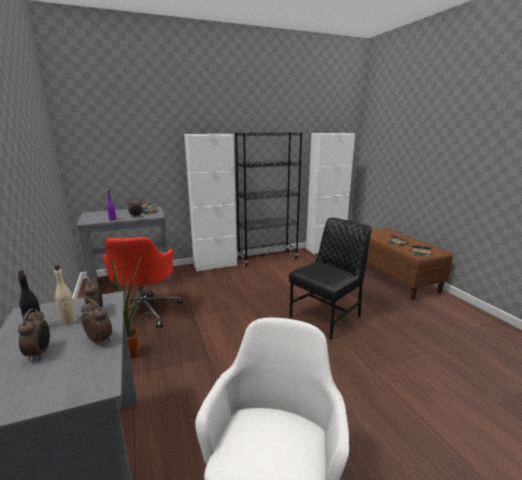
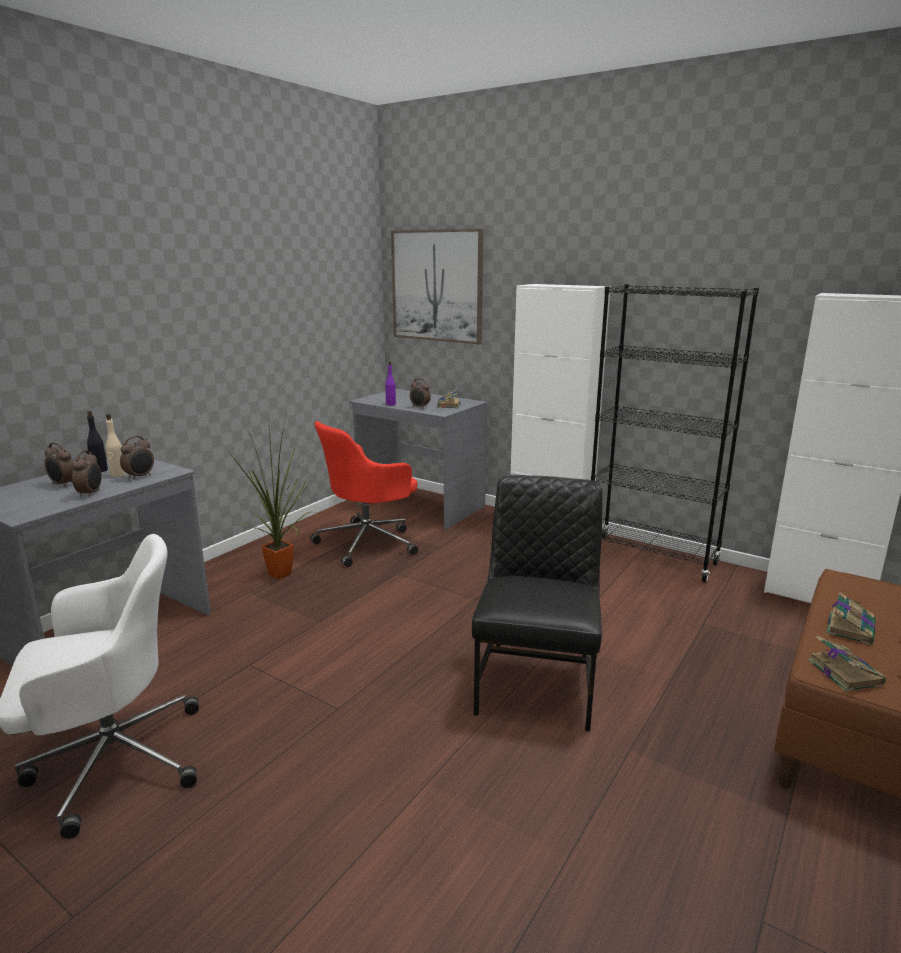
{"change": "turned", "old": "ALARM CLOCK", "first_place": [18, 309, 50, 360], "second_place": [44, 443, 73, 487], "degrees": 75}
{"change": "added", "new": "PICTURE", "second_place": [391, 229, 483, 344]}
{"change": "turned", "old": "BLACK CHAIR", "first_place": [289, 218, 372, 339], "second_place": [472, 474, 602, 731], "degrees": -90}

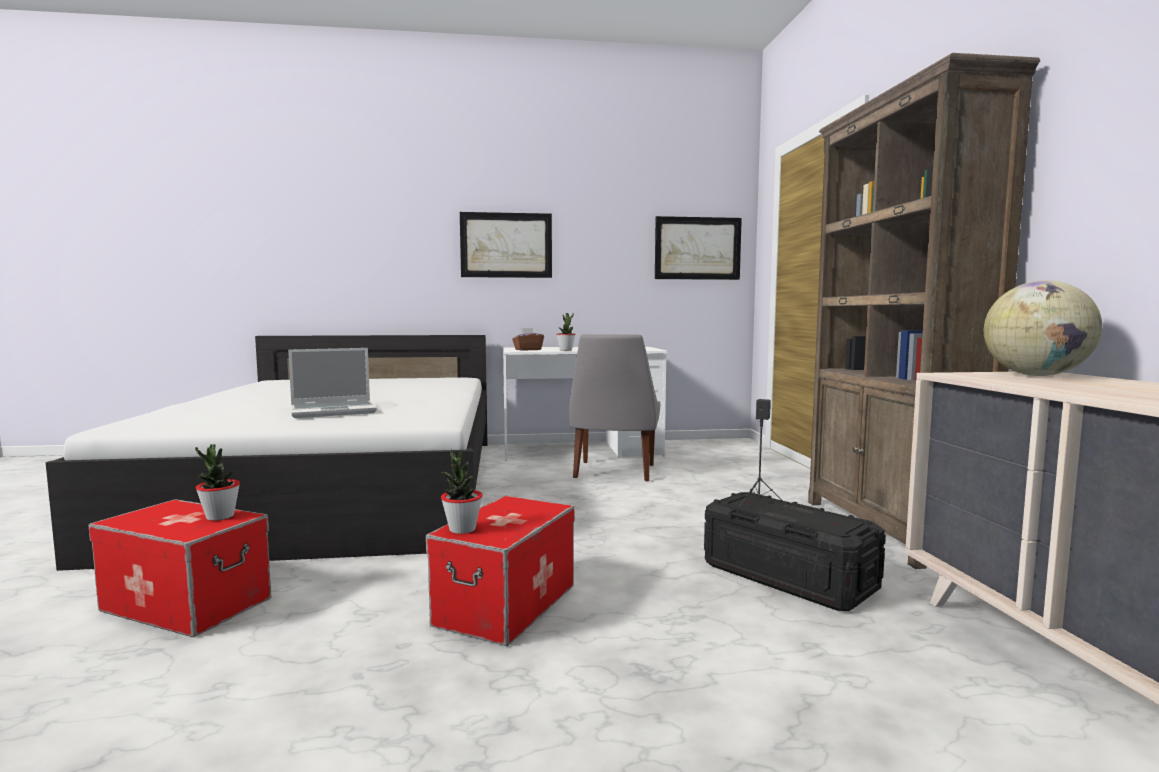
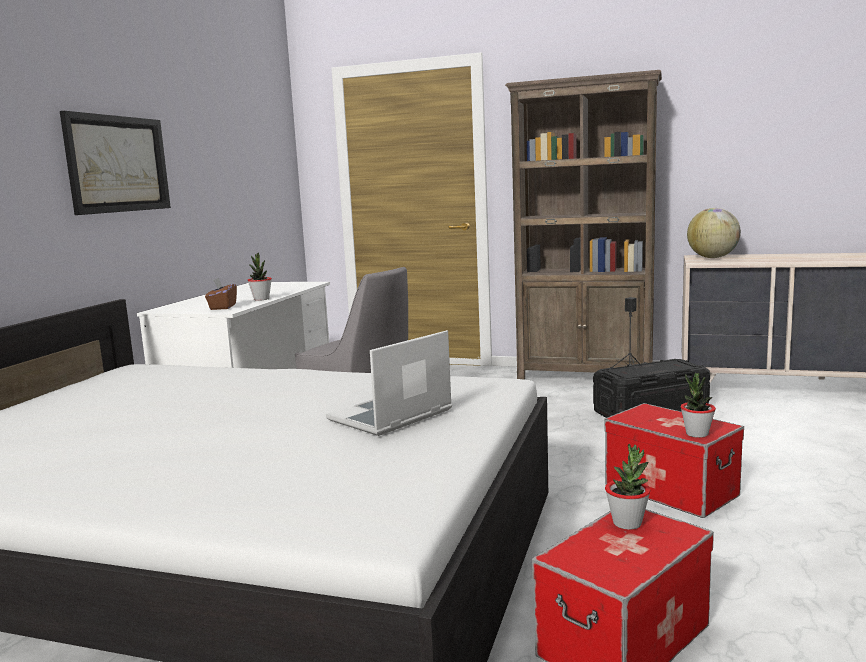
{"change": "turned", "old": "LAPTOP", "first_place": [288, 348, 377, 418], "second_place": [326, 330, 452, 436], "degrees": -135}
{"change": "removed", "old": "PICTURE", "first_place": [655, 216, 742, 280]}

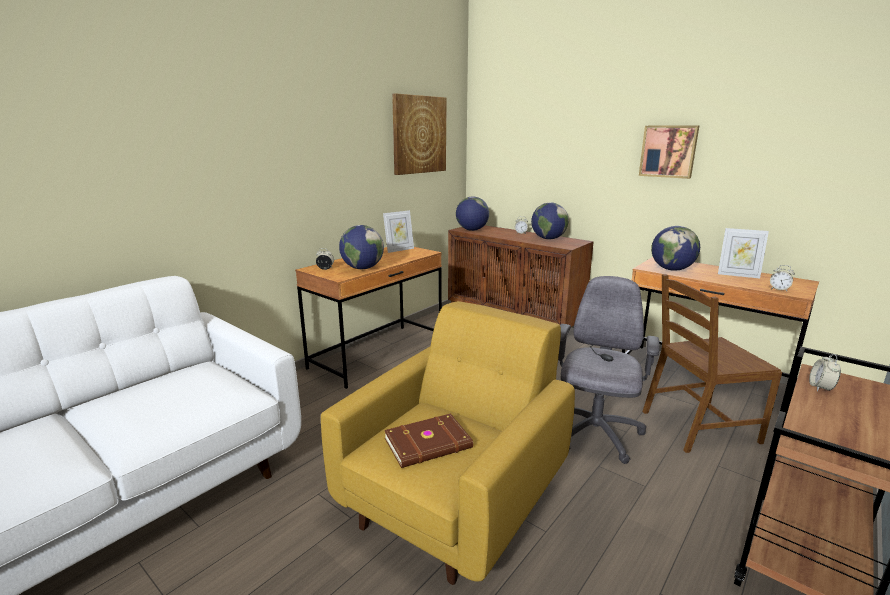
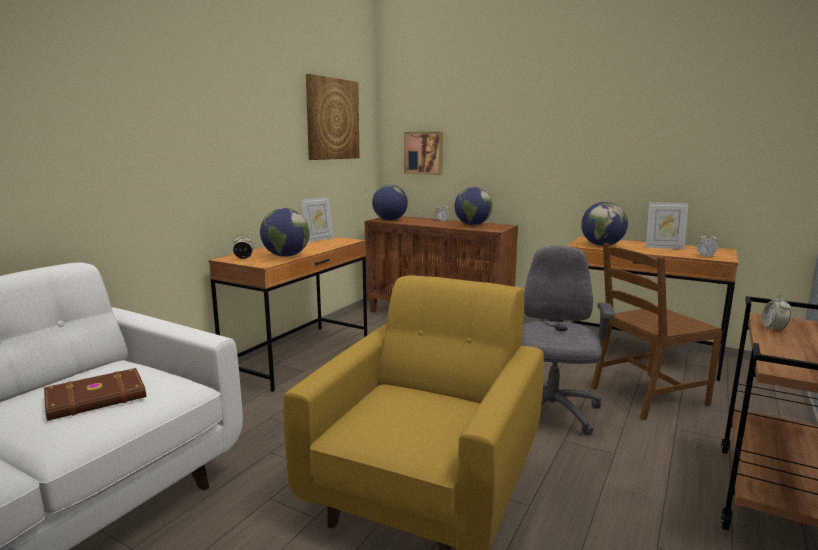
{"change": "moved", "old": "BROWN BOOK", "first_place": [384, 413, 473, 468], "second_place": [44, 368, 146, 421]}
{"change": "moved", "old": "PICTURE", "first_place": [639, 126, 699, 179], "second_place": [404, 132, 443, 175]}

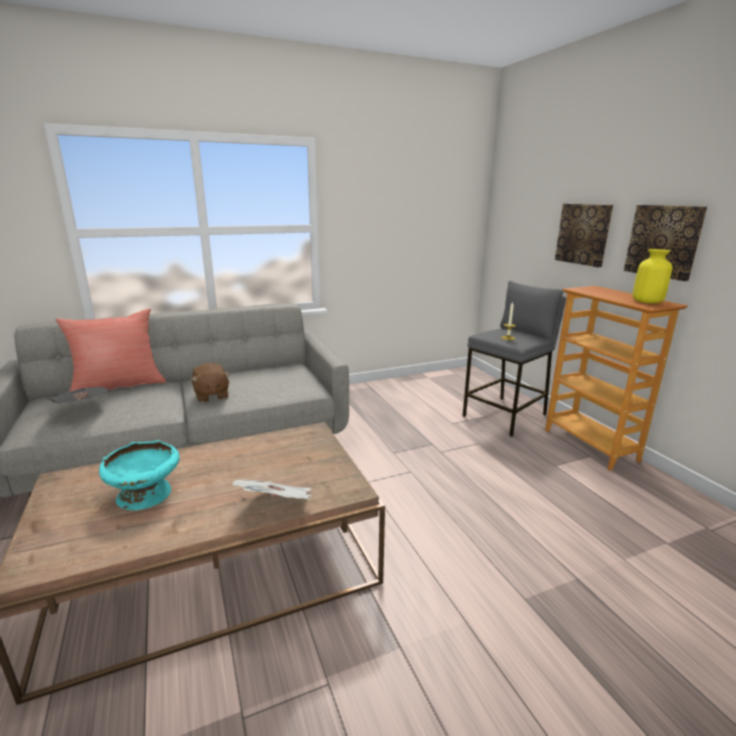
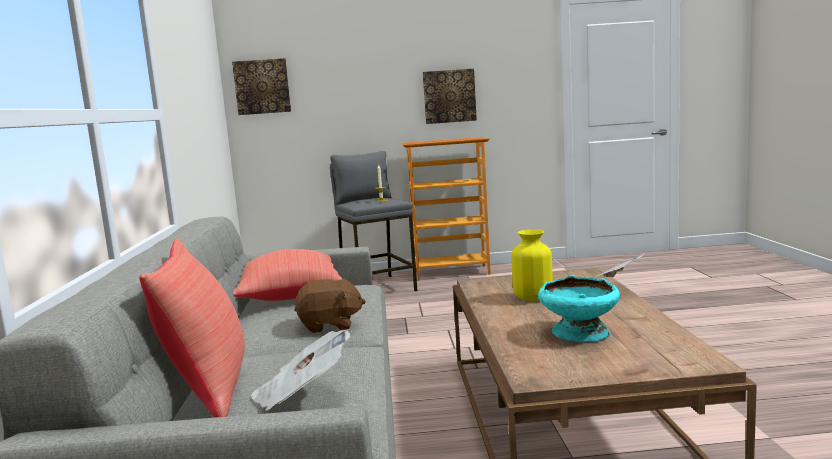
{"change": "moved", "old": "PICTURE", "first_place": [555, 204, 613, 267], "second_place": [232, 58, 291, 115]}
{"change": "added", "new": "RED PILLOW", "second_place": [233, 249, 342, 301]}
{"change": "moved", "old": "YELLOW VASE", "first_place": [633, 249, 673, 303], "second_place": [512, 229, 553, 301]}

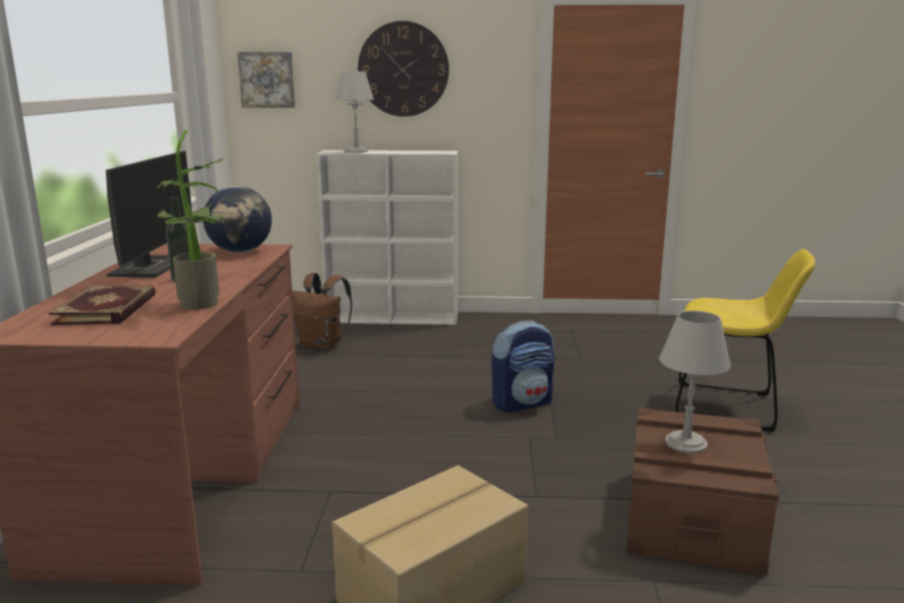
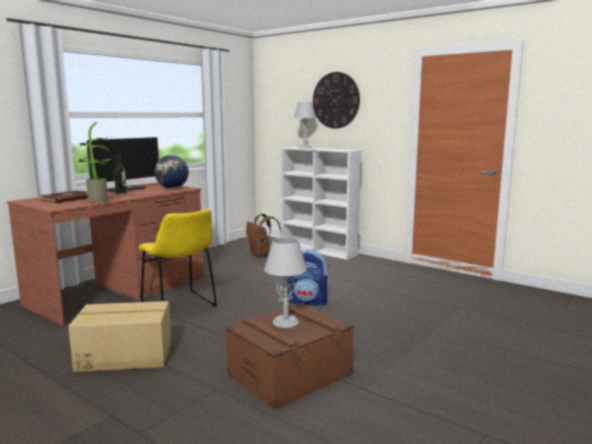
{"change": "moved", "old": "YELLOW CHAIR", "first_place": [675, 249, 816, 431], "second_place": [138, 209, 217, 307]}
{"change": "removed", "old": "PICTURE", "first_place": [238, 52, 295, 108]}

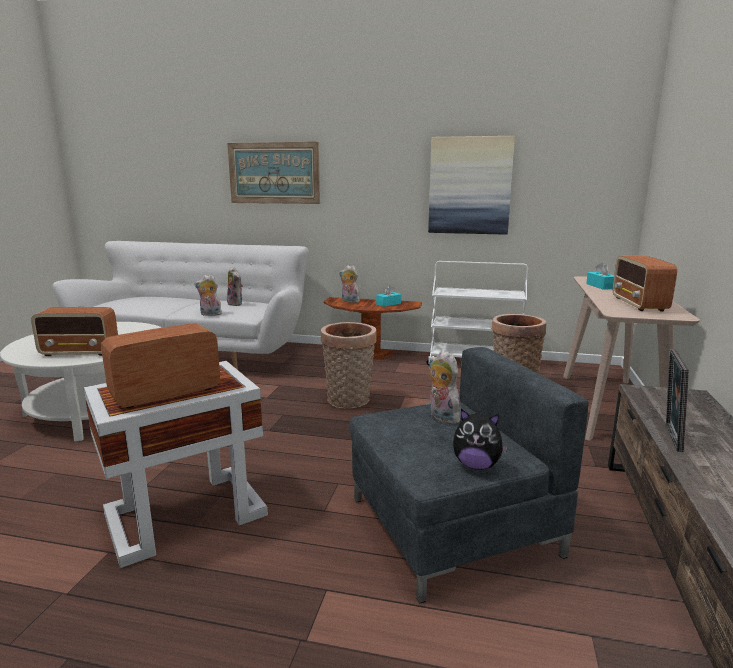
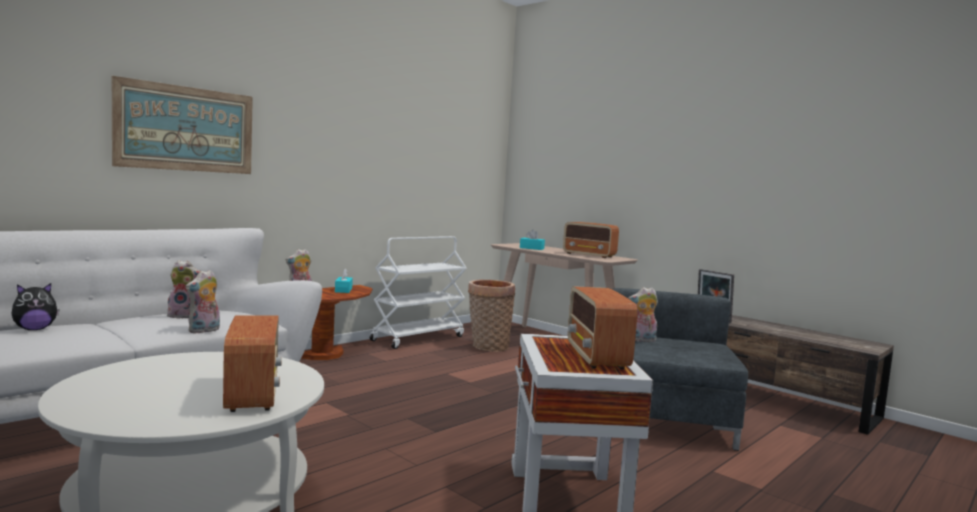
{"change": "moved", "old": "PLUSH TOY", "first_place": [453, 409, 508, 470], "second_place": [11, 283, 60, 330]}
{"change": "turned", "old": "RADIO", "first_place": [31, 307, 118, 356], "second_place": [223, 316, 282, 412], "degrees": -45}
{"change": "removed", "old": "BASKET", "first_place": [321, 322, 377, 408]}
{"change": "removed", "old": "PICTURE", "first_place": [428, 136, 515, 235]}

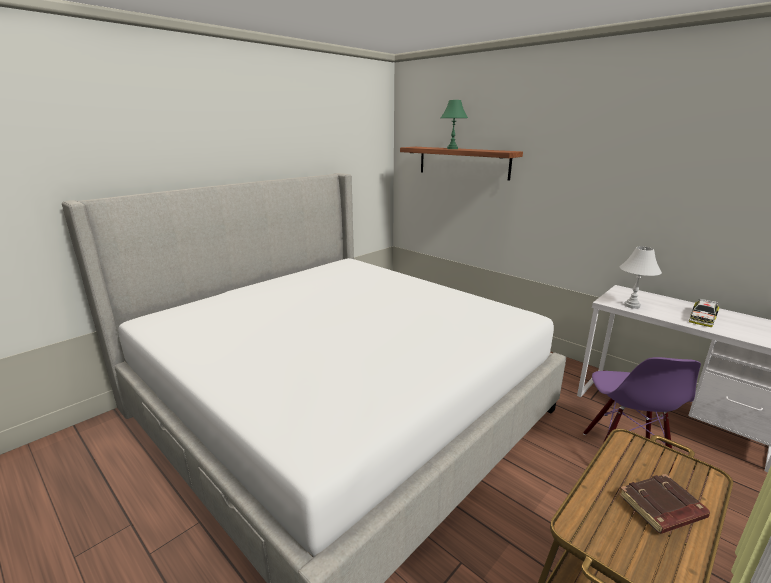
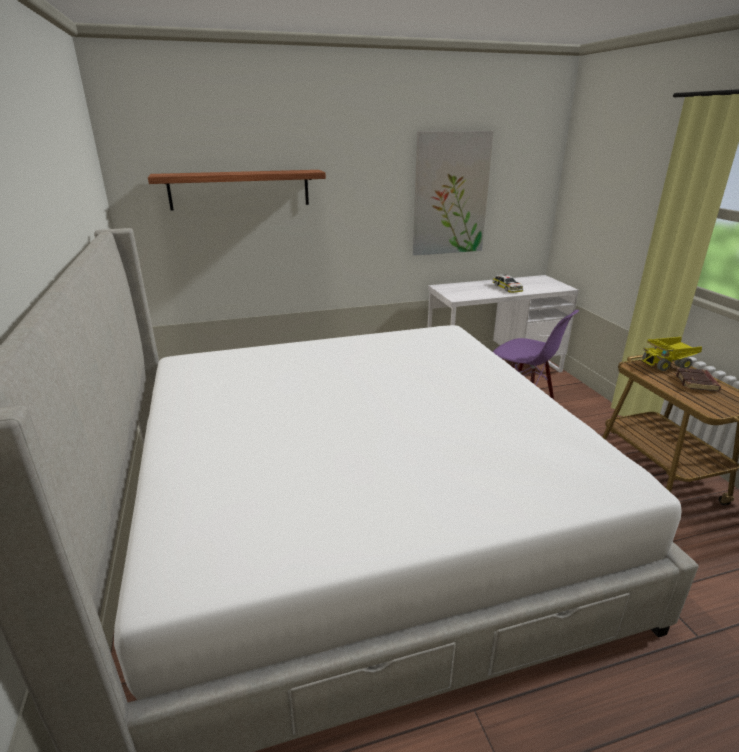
{"change": "added", "new": "PICTURE", "second_place": [413, 131, 494, 256]}
{"change": "added", "new": "TOY TRUCK", "second_place": [642, 337, 702, 371]}
{"change": "removed", "old": "GREEN TABLE LAMP", "first_place": [441, 100, 468, 149]}
{"change": "removed", "old": "WHITE TABLE LAMP", "first_place": [620, 246, 662, 309]}

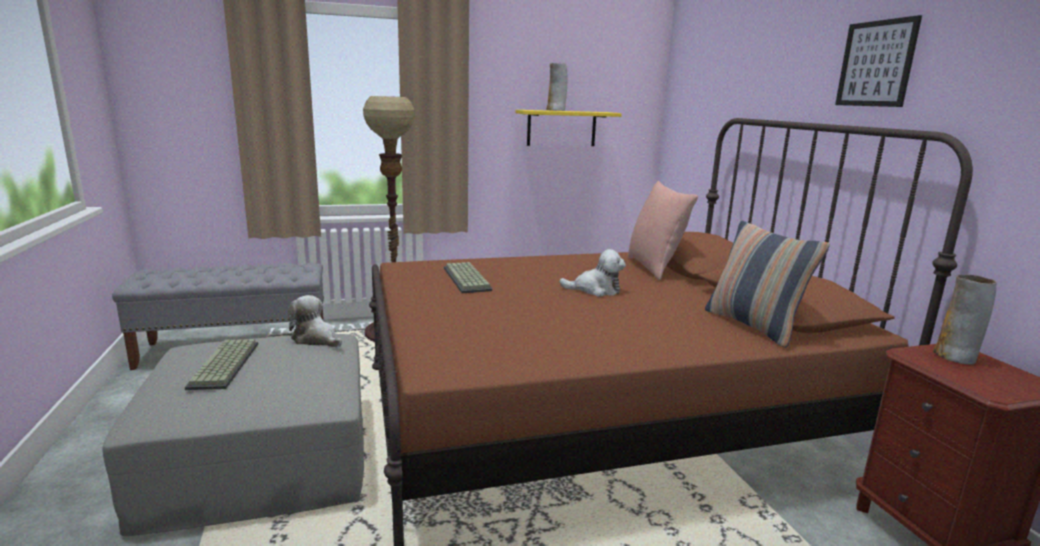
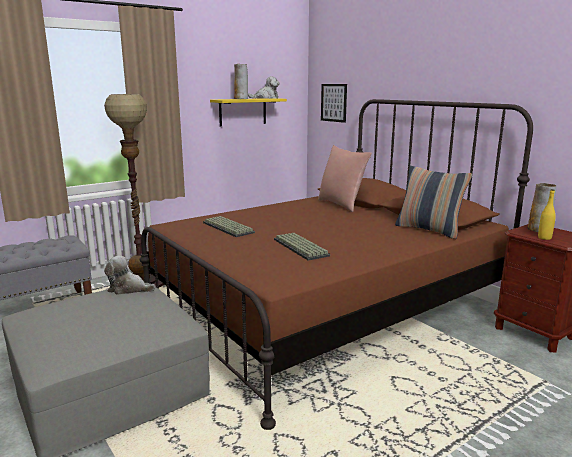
{"change": "moved", "old": "PLUSH TOY", "first_place": [559, 249, 626, 297], "second_place": [248, 76, 280, 99]}
{"change": "moved", "old": "KEYBOARD", "first_place": [185, 339, 258, 390], "second_place": [274, 233, 330, 261]}
{"change": "moved", "old": "PICTURE", "first_place": [835, 15, 922, 107], "second_place": [321, 84, 347, 123]}
{"change": "added", "new": "YELLOW BOTTLE", "second_place": [538, 189, 556, 240]}

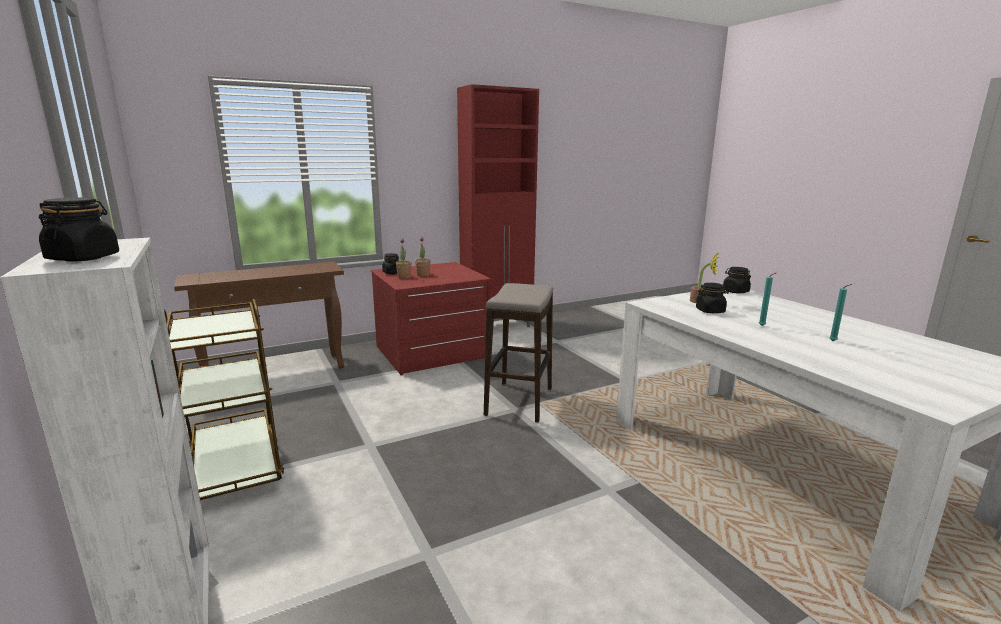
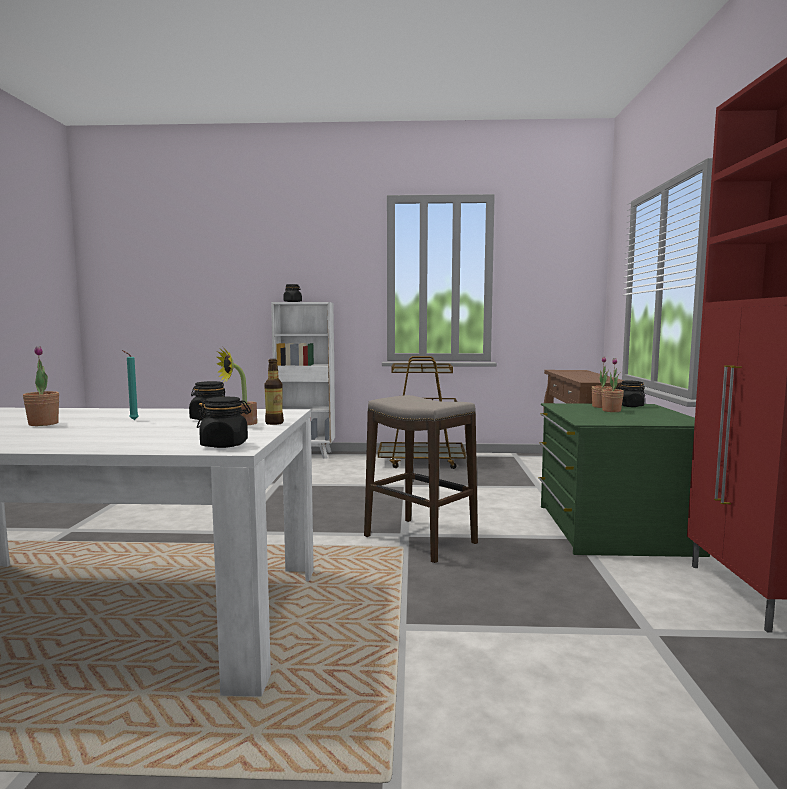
{"change": "replaced", "old": "TURQUOISE CANDLE", "new": "POTTED PLANT", "first_place": [829, 284, 852, 341], "second_place": [23, 346, 59, 426]}
{"change": "added", "new": "BOTTLE", "second_place": [264, 359, 284, 425]}
{"change": "recoloured", "old": "RED DRESSER", "new": "GREEN DRESSER", "first_place": [371, 262, 491, 375], "second_place": [538, 403, 710, 557]}

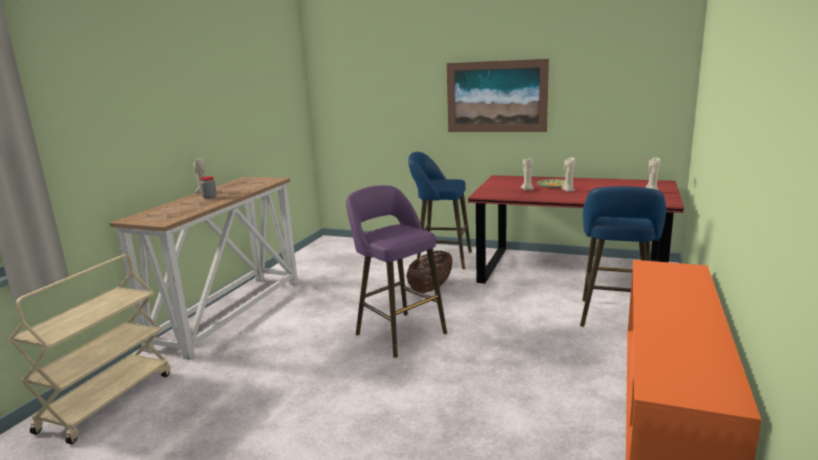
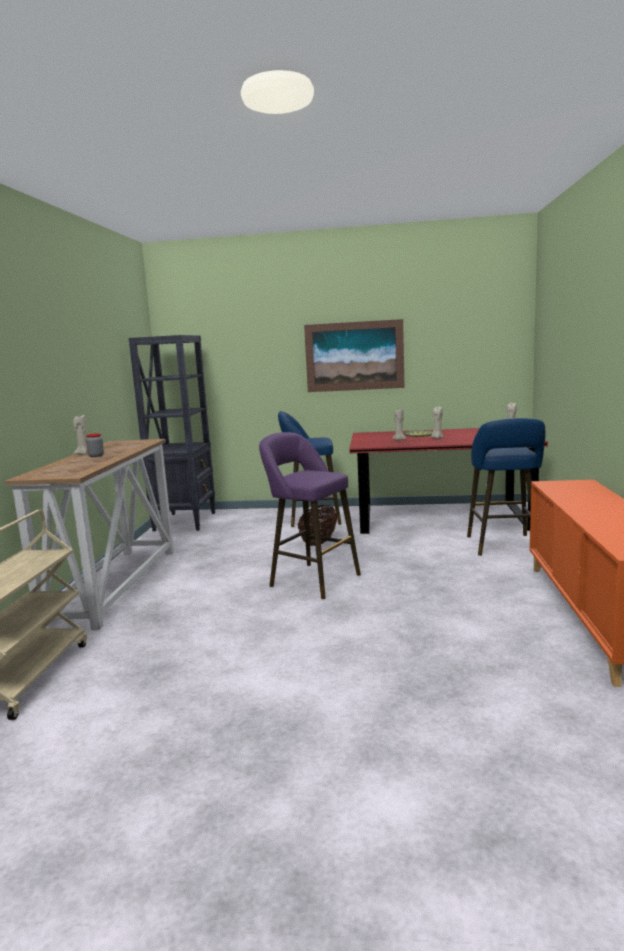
{"change": "added", "new": "BLACK BOOKCASE", "second_place": [129, 335, 216, 532]}

